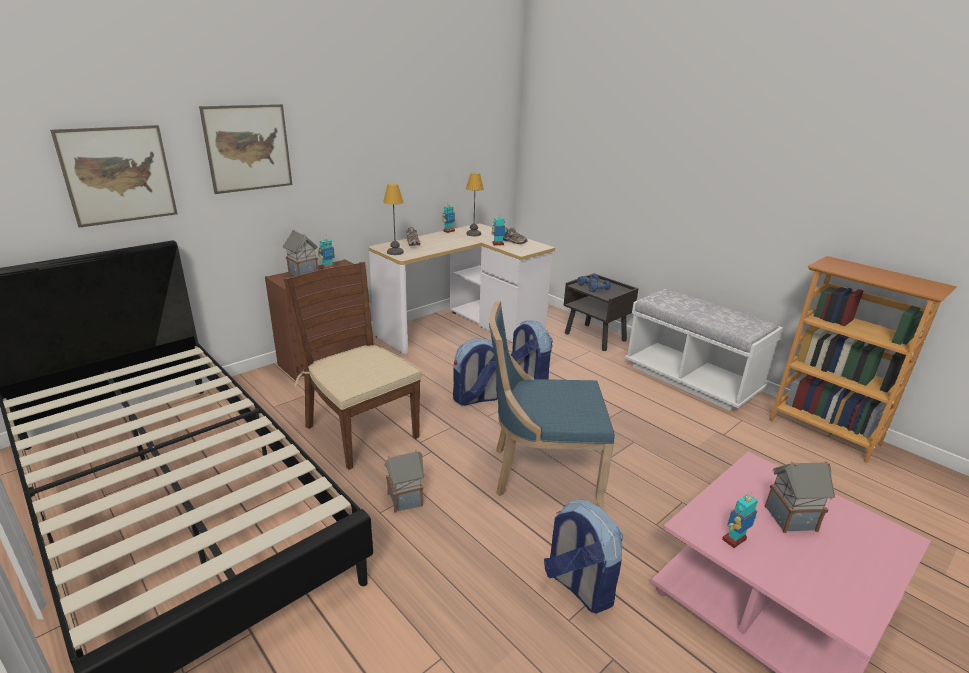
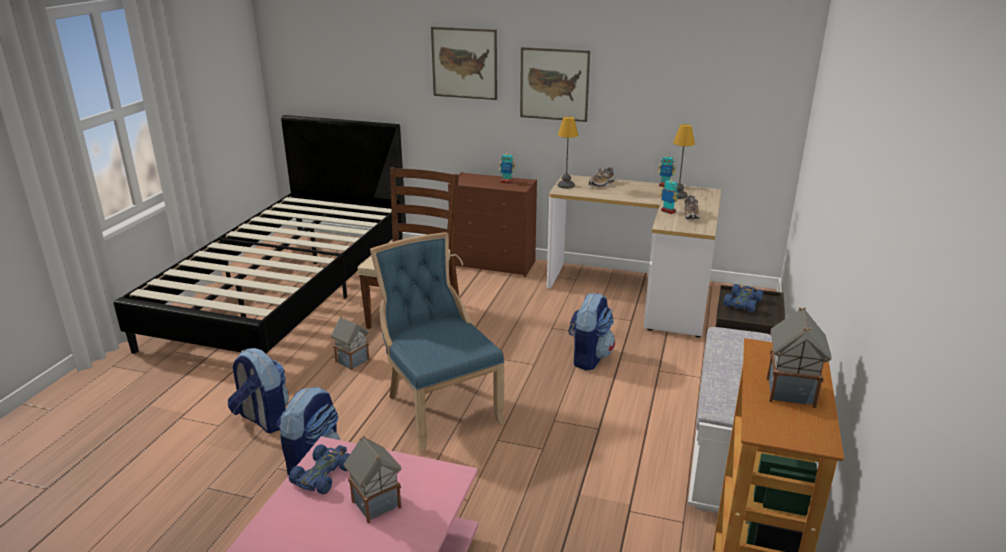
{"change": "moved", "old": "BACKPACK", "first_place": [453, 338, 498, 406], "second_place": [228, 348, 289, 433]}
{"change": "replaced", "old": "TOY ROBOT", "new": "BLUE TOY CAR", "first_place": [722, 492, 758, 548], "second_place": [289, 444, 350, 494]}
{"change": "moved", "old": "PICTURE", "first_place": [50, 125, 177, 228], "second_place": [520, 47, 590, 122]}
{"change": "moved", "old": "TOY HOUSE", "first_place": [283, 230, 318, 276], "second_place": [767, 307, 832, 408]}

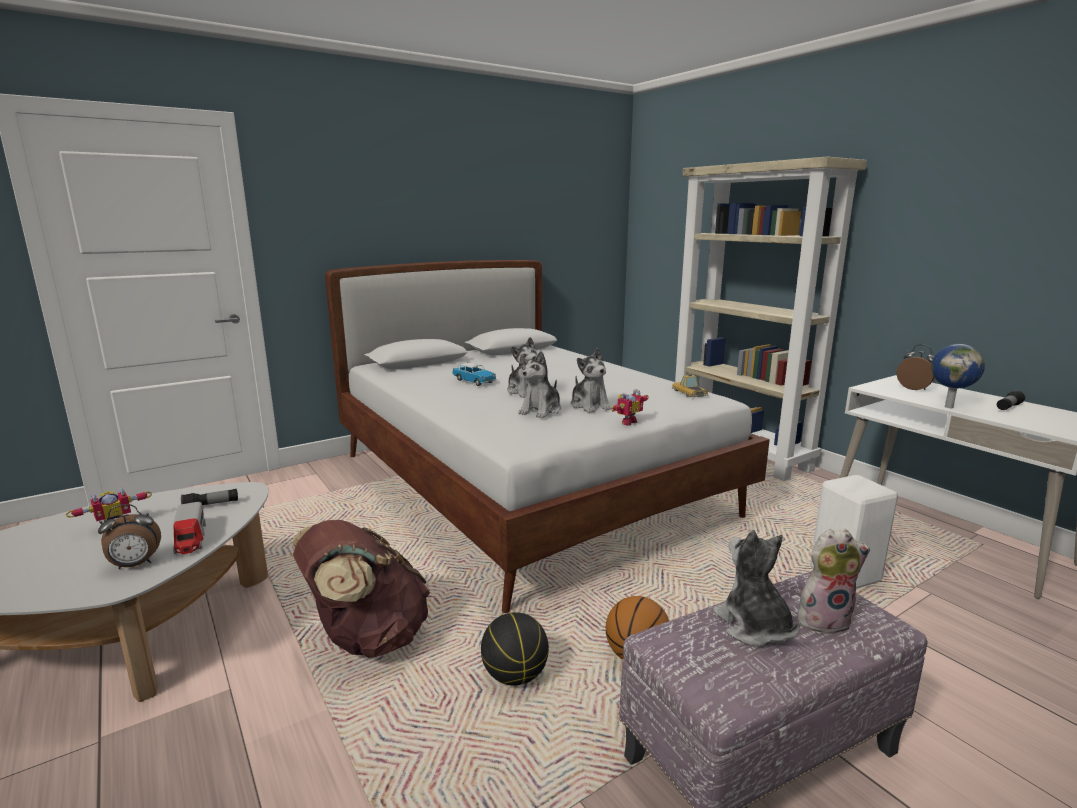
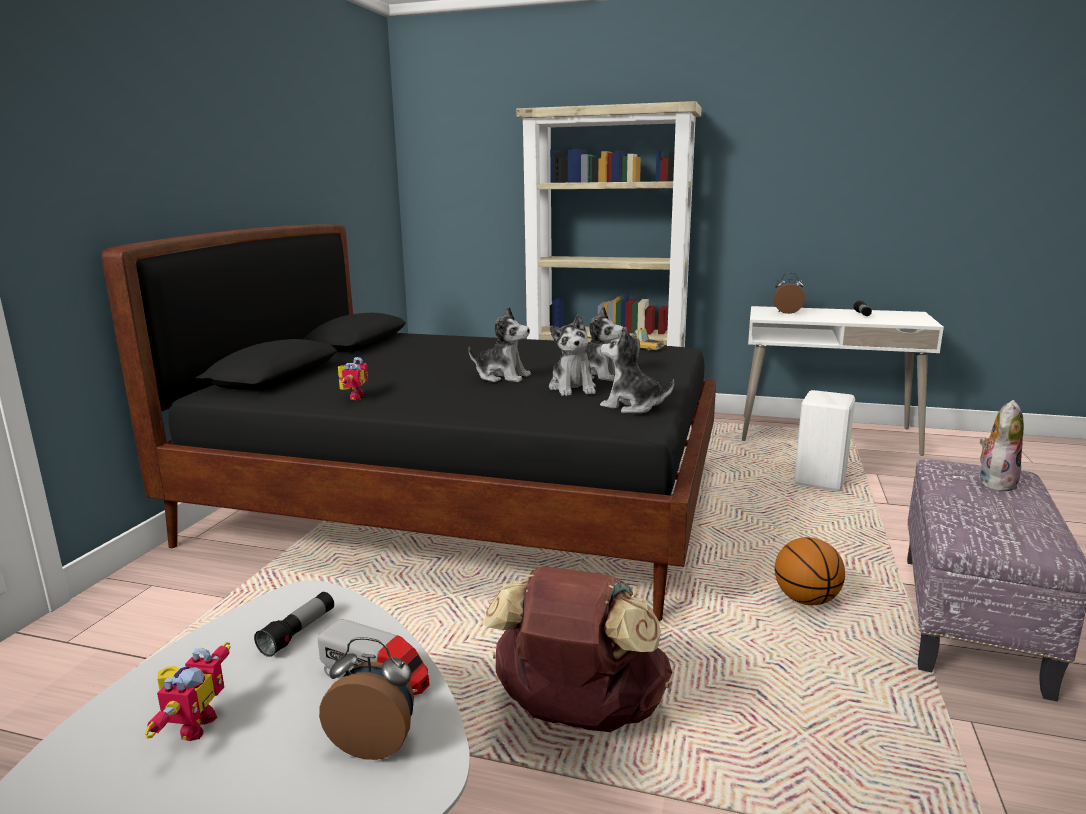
{"change": "recoloured", "old": "WHITE BED", "new": "BLACK BED", "first_place": [325, 260, 770, 613], "second_place": [101, 224, 716, 621]}
{"change": "turned", "old": "ALARM CLOCK", "first_place": [98, 504, 161, 569], "second_place": [319, 637, 414, 760], "degrees": -105}
{"change": "moved", "old": "TOY ROBOT", "first_place": [611, 389, 649, 426], "second_place": [338, 357, 368, 400]}
{"change": "moved", "old": "PLUSH TOY", "first_place": [713, 530, 800, 647], "second_place": [600, 327, 675, 413]}
{"change": "removed", "old": "TOY CAR", "first_place": [452, 363, 497, 386]}
{"change": "removed", "old": "BASKETBALL", "first_place": [481, 612, 549, 686]}
{"change": "removed", "old": "GLOBE", "first_place": [931, 344, 985, 408]}

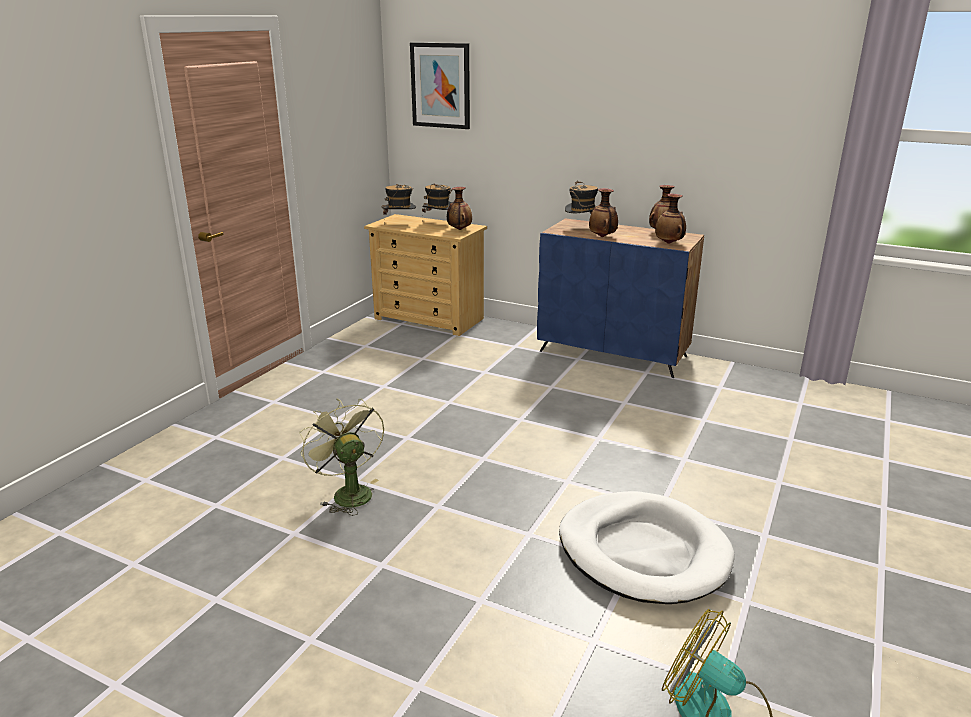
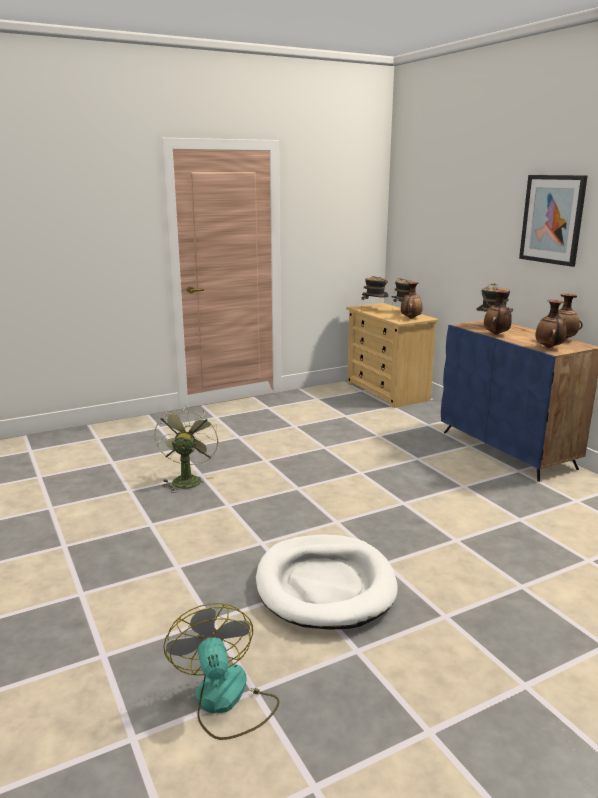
{"change": "moved", "old": "PICTURE", "first_place": [410, 42, 470, 129], "second_place": [519, 175, 588, 267]}

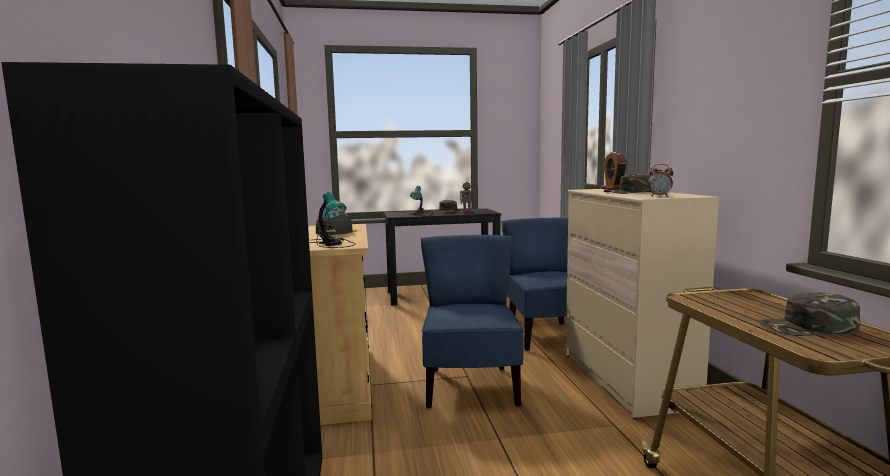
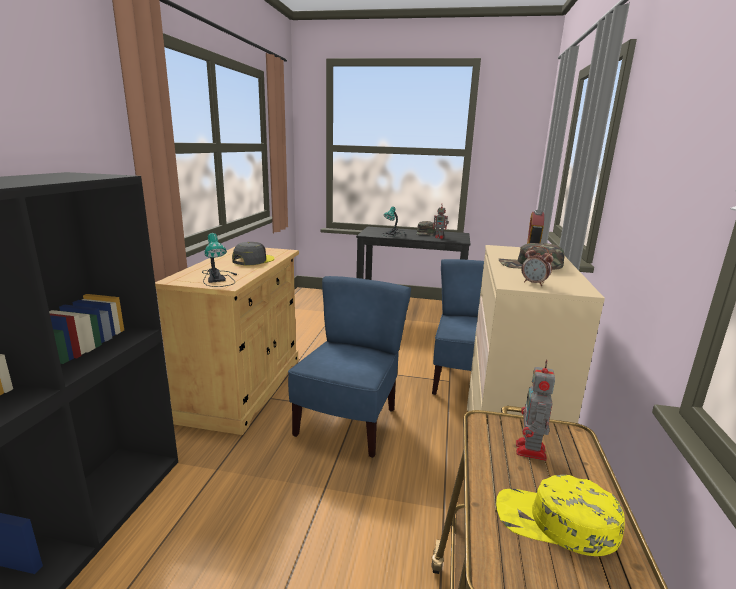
{"change": "recoloured", "old": "GREEN CAP", "new": "YELLOW CAP", "first_place": [756, 292, 860, 336], "second_place": [496, 475, 625, 556]}
{"change": "added", "new": "TOY ROBOT", "second_place": [516, 360, 555, 461]}

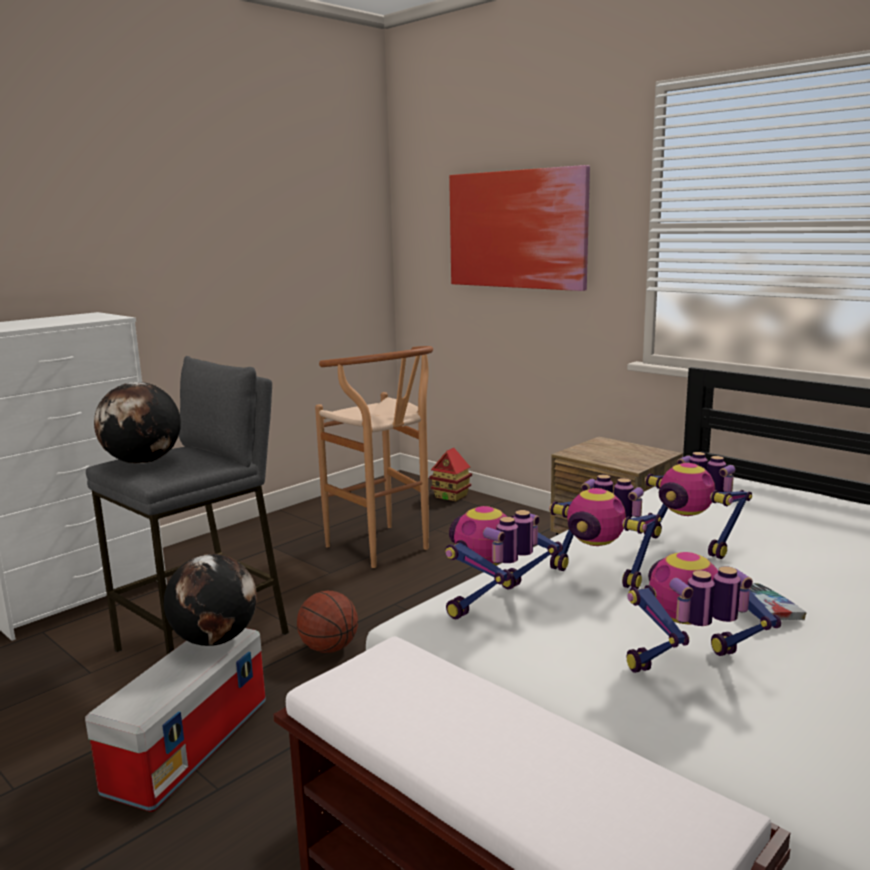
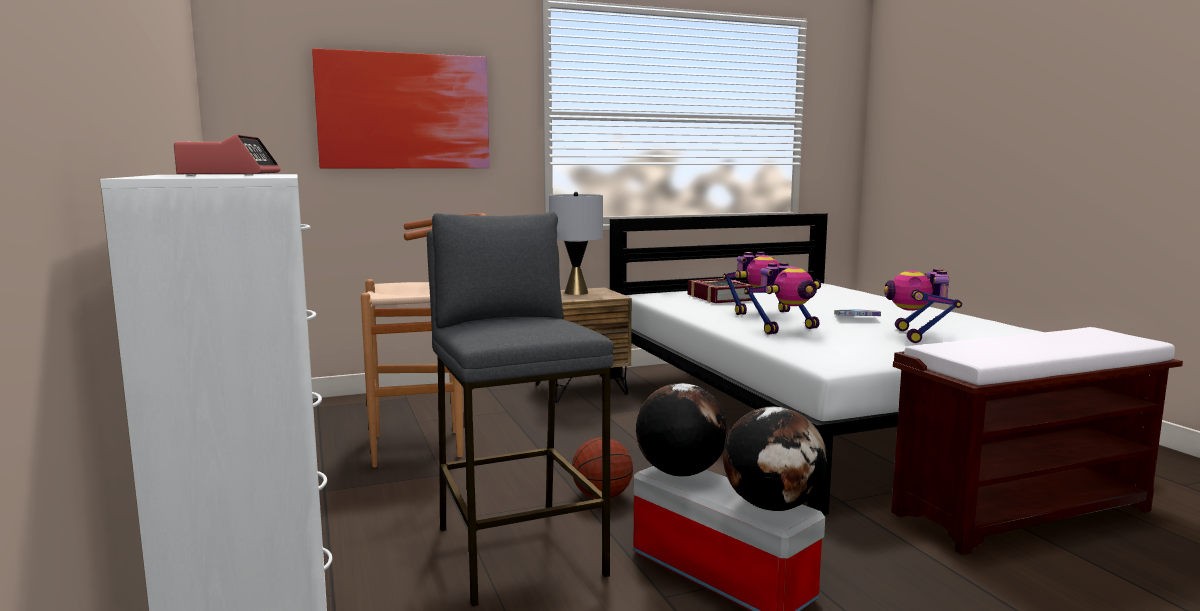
{"change": "added", "new": "ALARM CLOCK", "second_place": [174, 134, 280, 175]}
{"change": "added", "new": "GREY TABLE LAMP", "second_place": [549, 192, 603, 295]}
{"change": "added", "new": "BOOK", "second_place": [688, 278, 753, 303]}
{"change": "moved", "old": "GLOBE", "first_place": [94, 382, 181, 464], "second_place": [723, 407, 827, 511]}
{"change": "removed", "old": "TOY HOUSE", "first_place": [429, 448, 472, 501]}
{"change": "removed", "old": "TOY ROBOT", "first_place": [445, 506, 563, 619]}

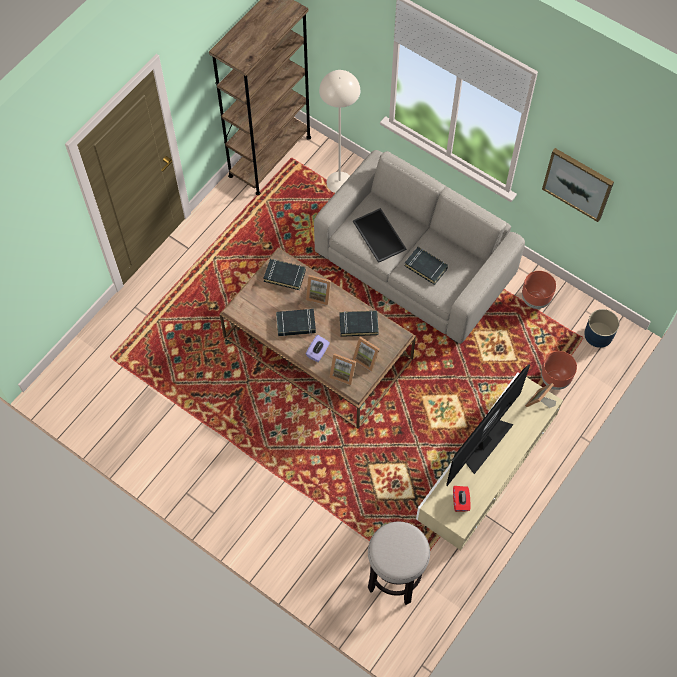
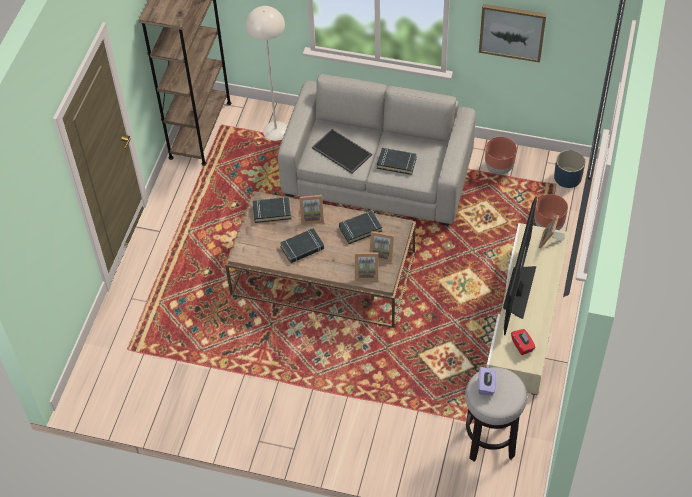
{"change": "moved", "old": "PURPLE TISSUE BOX", "first_place": [306, 335, 330, 362], "second_place": [478, 367, 496, 395]}

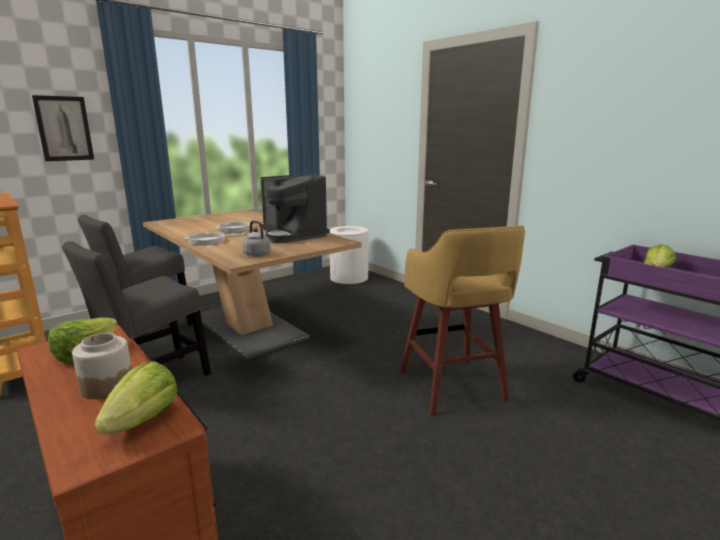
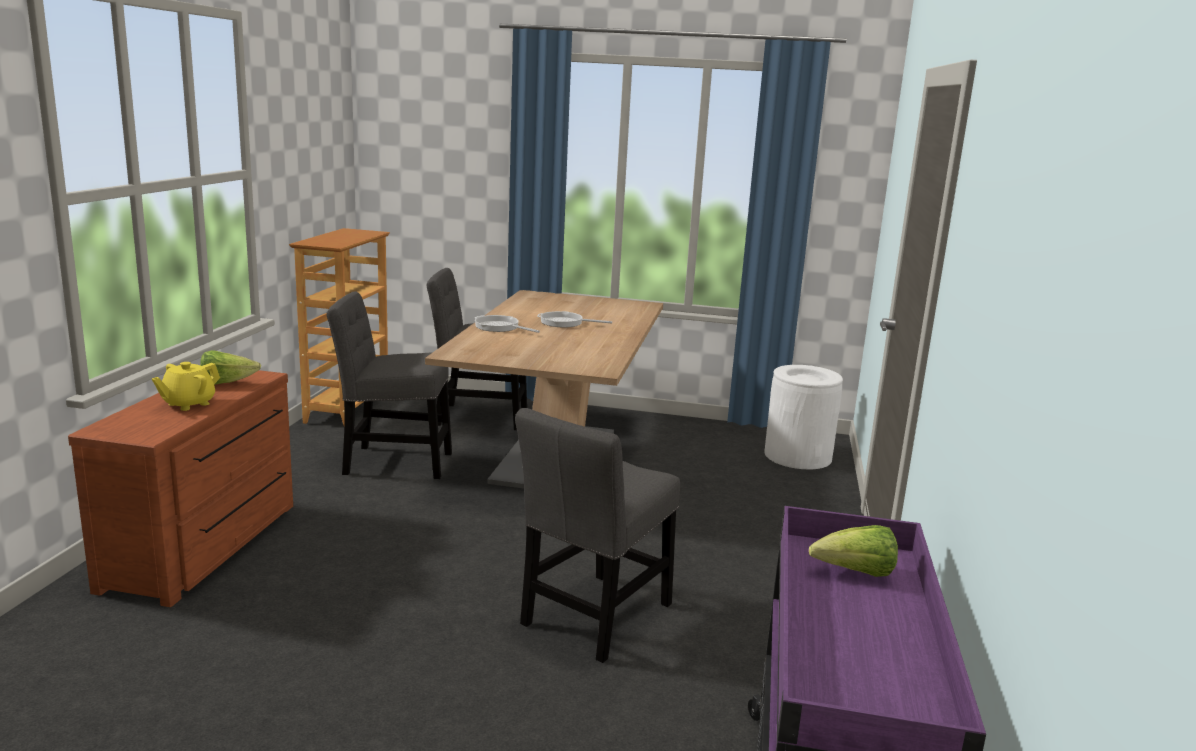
{"change": "replaced", "old": "JAR", "new": "YELLOW TEAPOT", "first_place": [72, 333, 132, 399], "second_place": [152, 362, 220, 411]}
{"change": "replaced", "old": "YELLOW STOOL", "new": "GREY CHAIR", "first_place": [400, 226, 525, 415], "second_place": [515, 408, 680, 663]}
{"change": "removed", "old": "PICTURE", "first_place": [32, 95, 94, 161]}
{"change": "removed", "old": "LETTUCE", "first_place": [95, 361, 177, 435]}
{"change": "removed", "old": "GREY KETTLE", "first_place": [242, 220, 271, 256]}
{"change": "removed", "old": "COFFEE MACHINE", "first_place": [260, 174, 330, 243]}

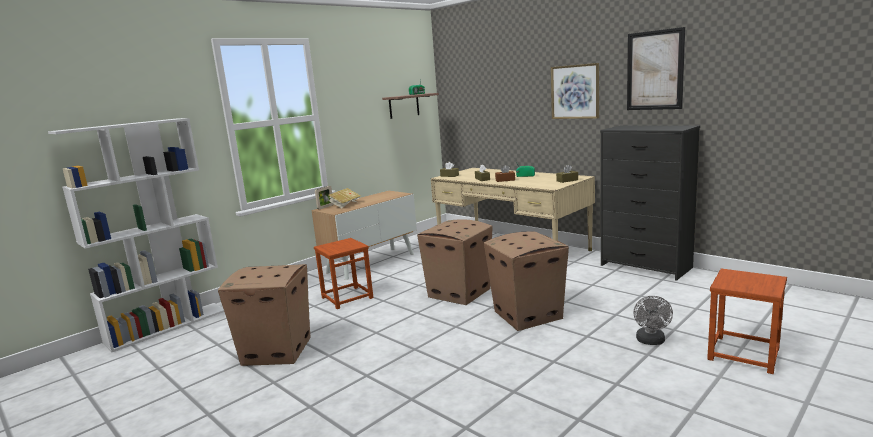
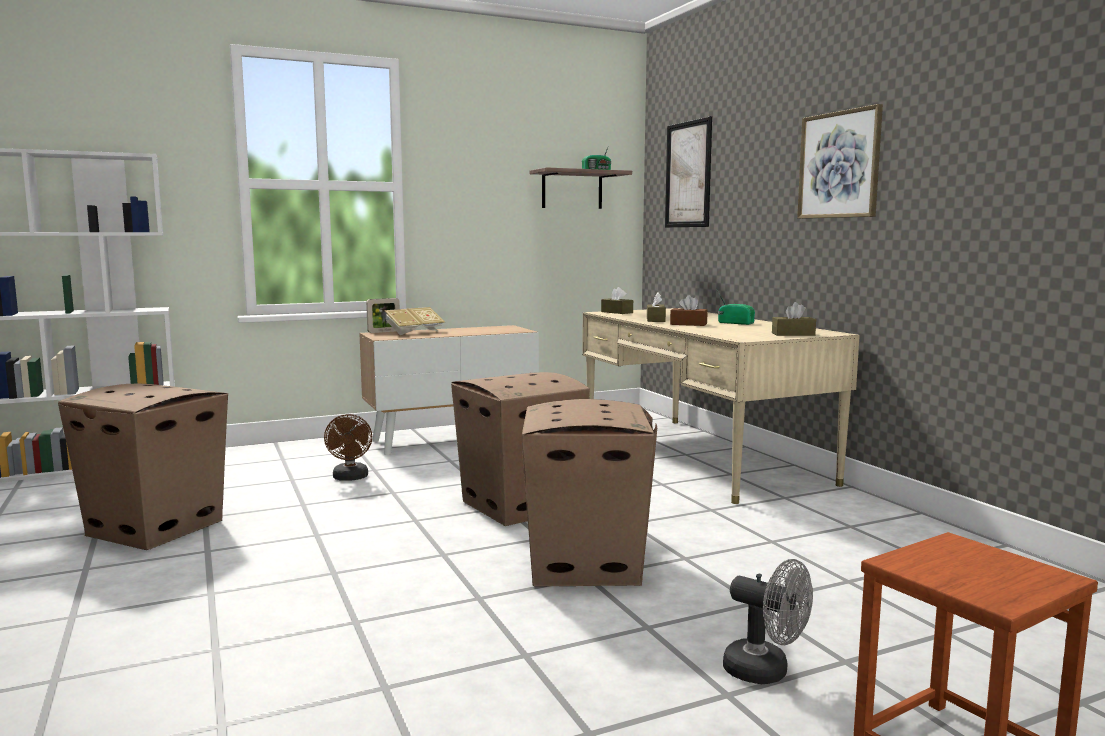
{"change": "replaced", "old": "BROWN STOOL", "new": "BROWN FAN", "first_place": [314, 238, 373, 309], "second_place": [324, 414, 372, 481]}
{"change": "moved", "old": "PICTURE", "first_place": [627, 27, 685, 110], "second_place": [665, 116, 712, 227]}
{"change": "turned", "old": "GREY FAN", "first_place": [633, 296, 673, 345], "second_place": [723, 559, 813, 684], "degrees": -90}
{"change": "removed", "old": "BLACK DRESSER", "first_place": [600, 126, 700, 281]}

